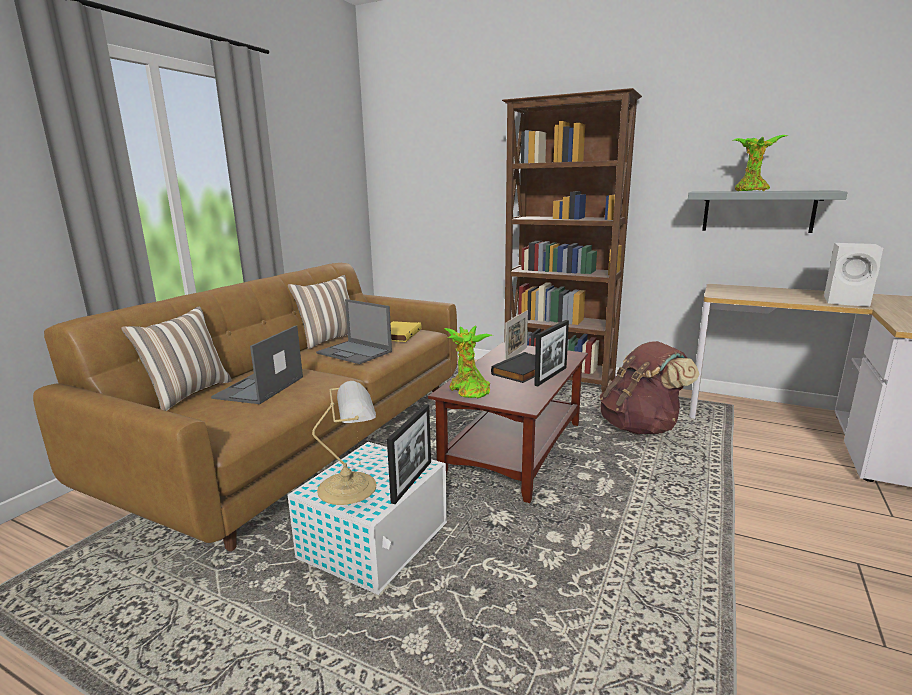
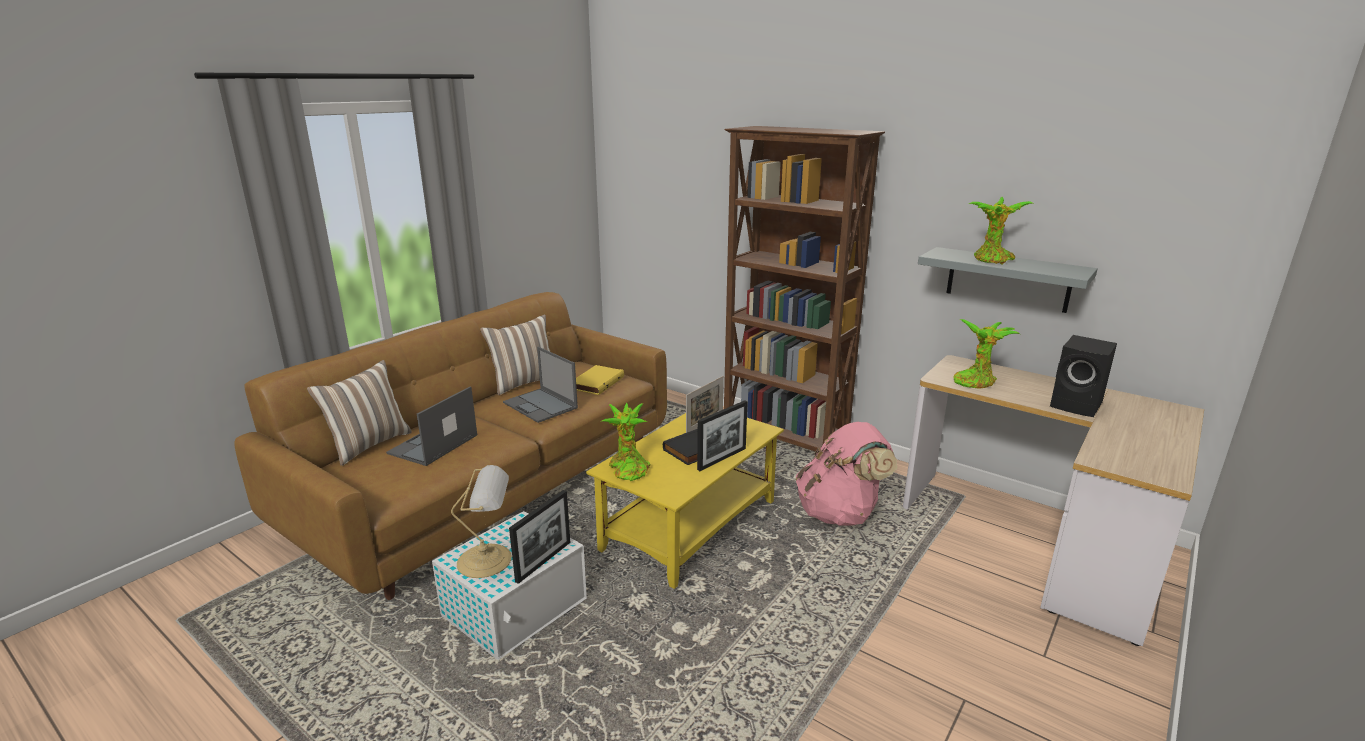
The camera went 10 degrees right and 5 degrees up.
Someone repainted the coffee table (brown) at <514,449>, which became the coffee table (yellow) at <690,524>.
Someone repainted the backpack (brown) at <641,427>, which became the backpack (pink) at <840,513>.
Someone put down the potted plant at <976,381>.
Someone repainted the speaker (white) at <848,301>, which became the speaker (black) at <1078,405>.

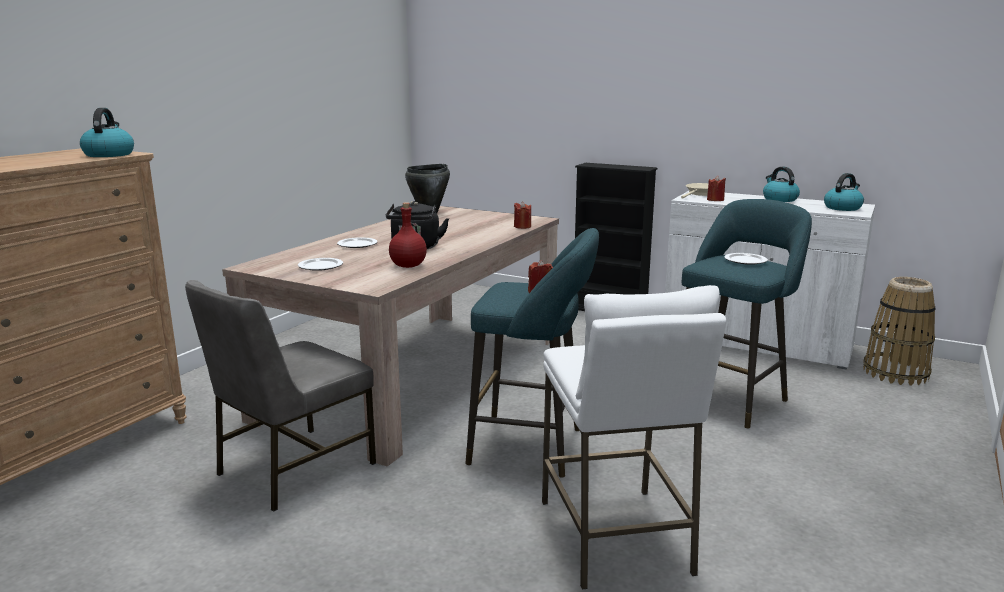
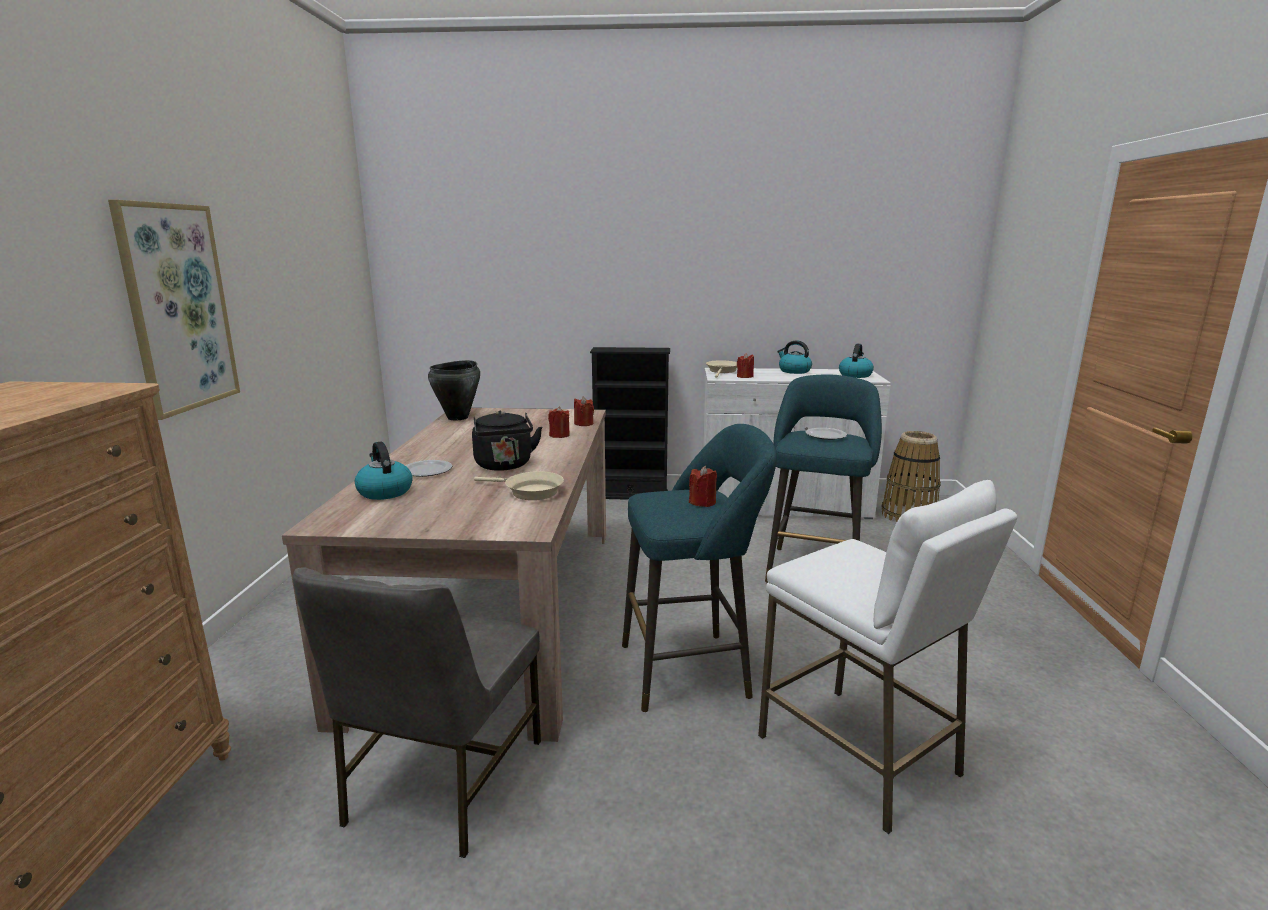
The camera went 25 degrees left and 0 degrees up.
Someone put up the picture at <178,308>.
Someone carried the kettle from <109,154> to <384,491>.
Someone swapped the bottle (red) at <408,266> for the frying pan (beige) at <529,492>.
Someone put down the candle (red) at <559,435>.
Someone took away the plate at <320,266>.

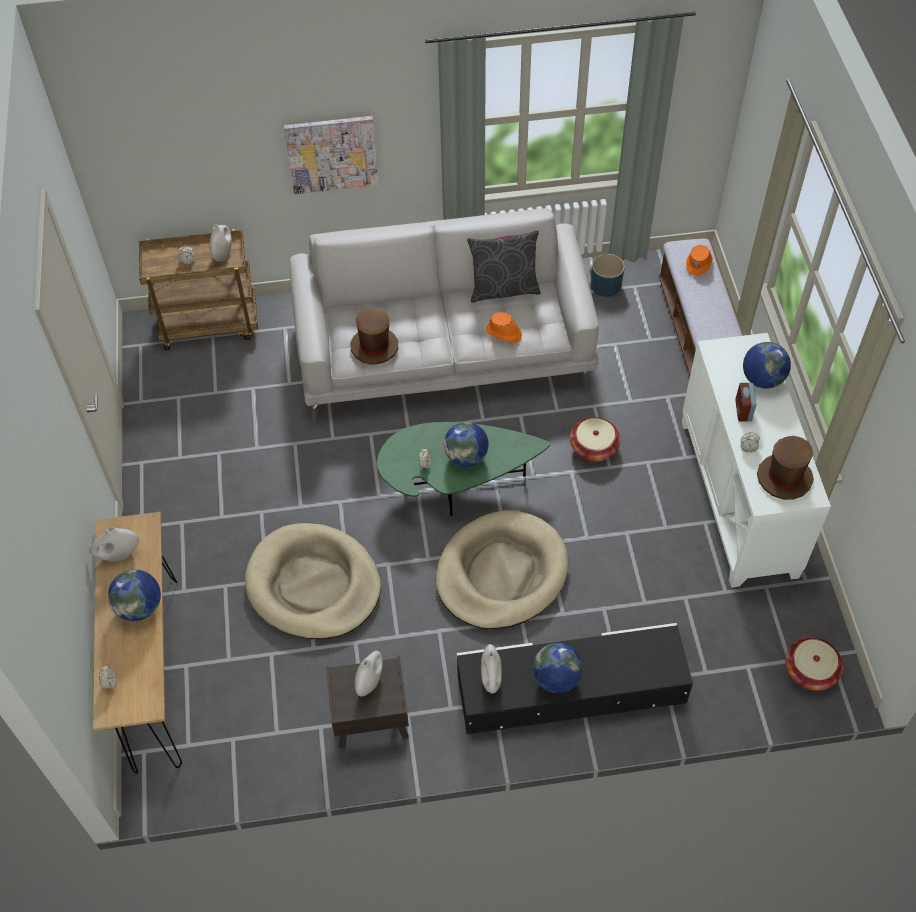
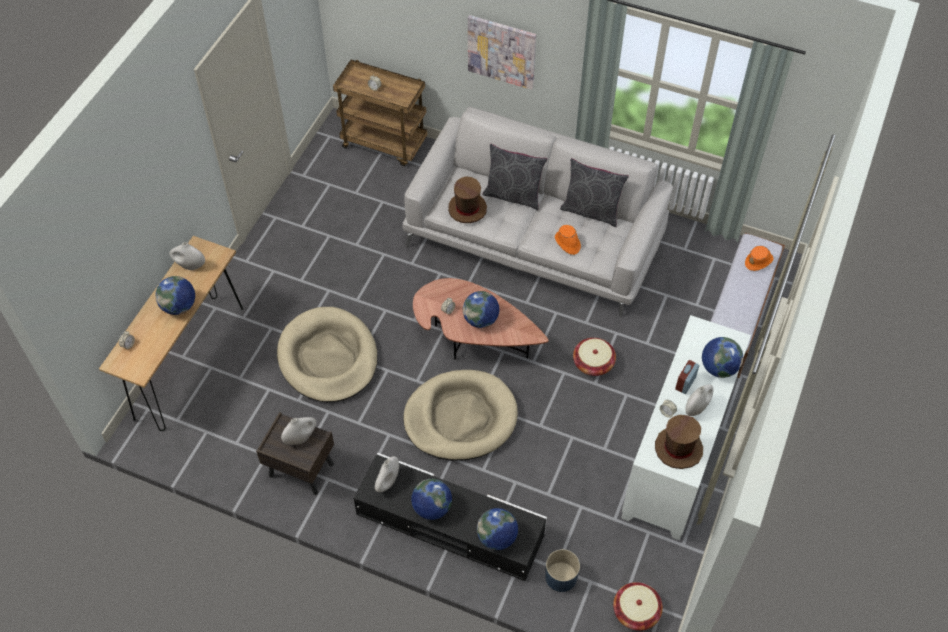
The camera went 30 degrees right and 0 degrees up.
Someone repainted the coffee table (green) at <454,483>, which became the coffee table (brown) at <473,338>.
Someone put down the globe at <497,537>.
Someone put down the pillow (grey) at <513,195>.
Someone carried the planter (blue) from <606,285> to <561,576>.
Someone carried the vase (white) from <223,254> to <696,408>.

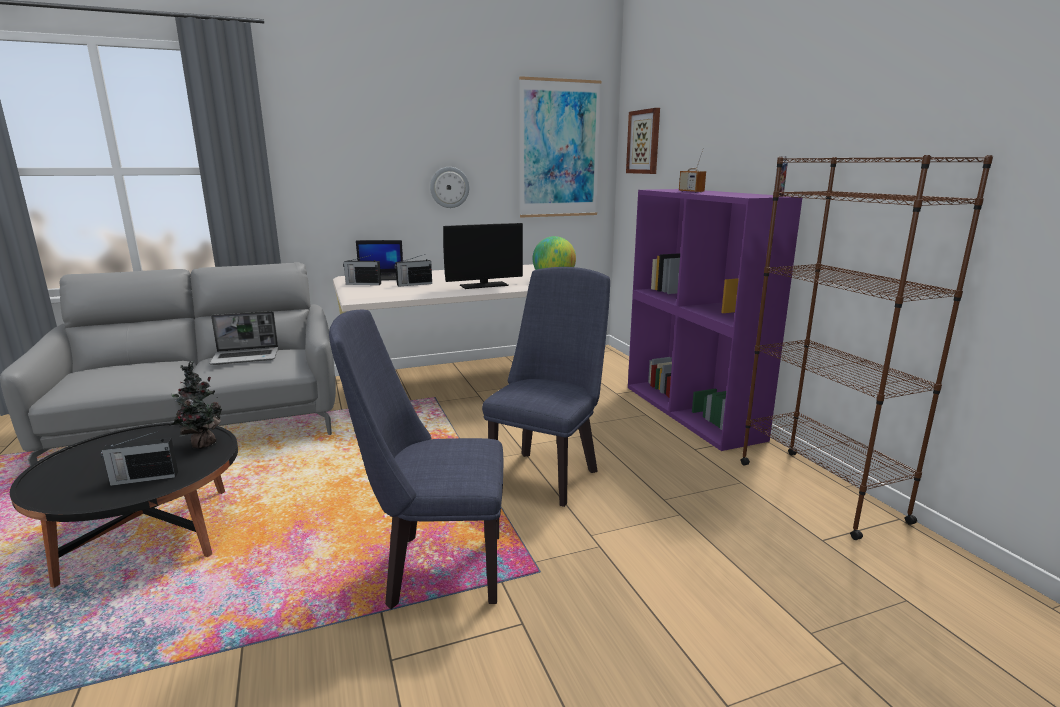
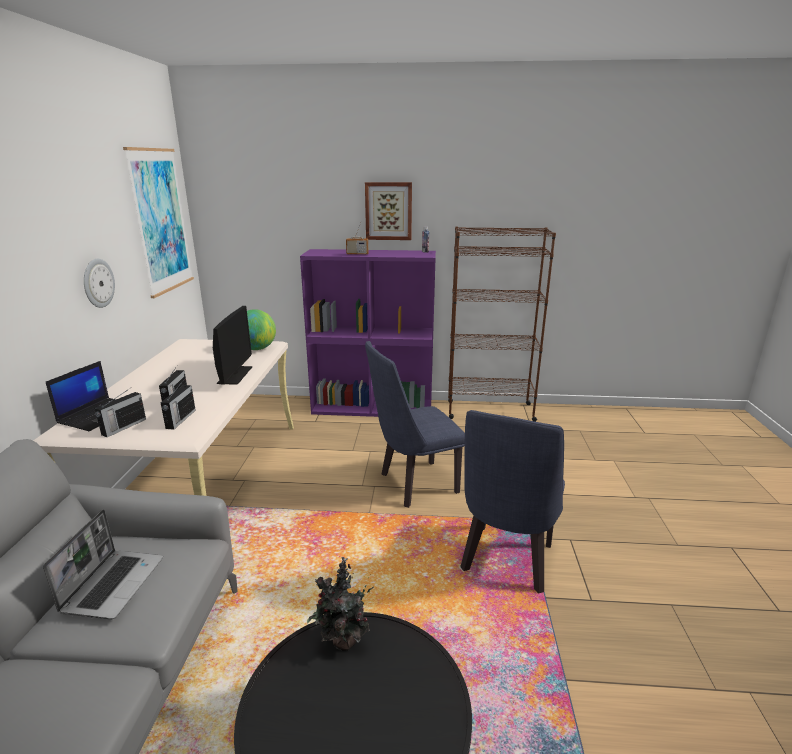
The camera went 65 degrees left and 5 degrees up.
Someone carried the radio from <143,478> to <180,419>.
Someone carried the picture from <644,142> to <388,211>.
Someone rotated the chair (blue) at <547,473> by 75 degrees counterclockwise.

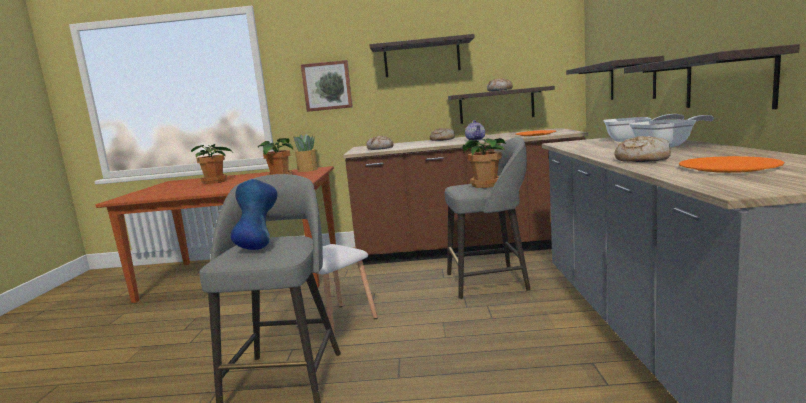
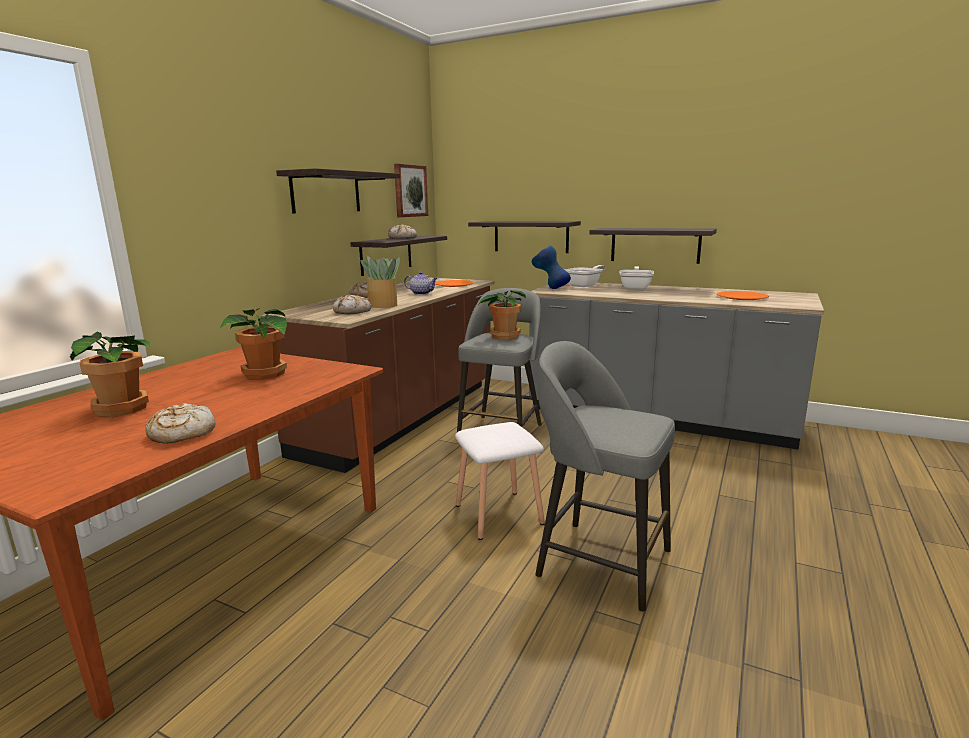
The camera went 65 degrees left and 5 degrees up.
Someone carried the bread from <641,159> to <181,434>.
Someone carried the potted plant from <307,170> to <383,305>.
Someone carried the picture from <327,86> to <410,191>.
Someone carried the vase (blue) from <259,247> to <550,288>.

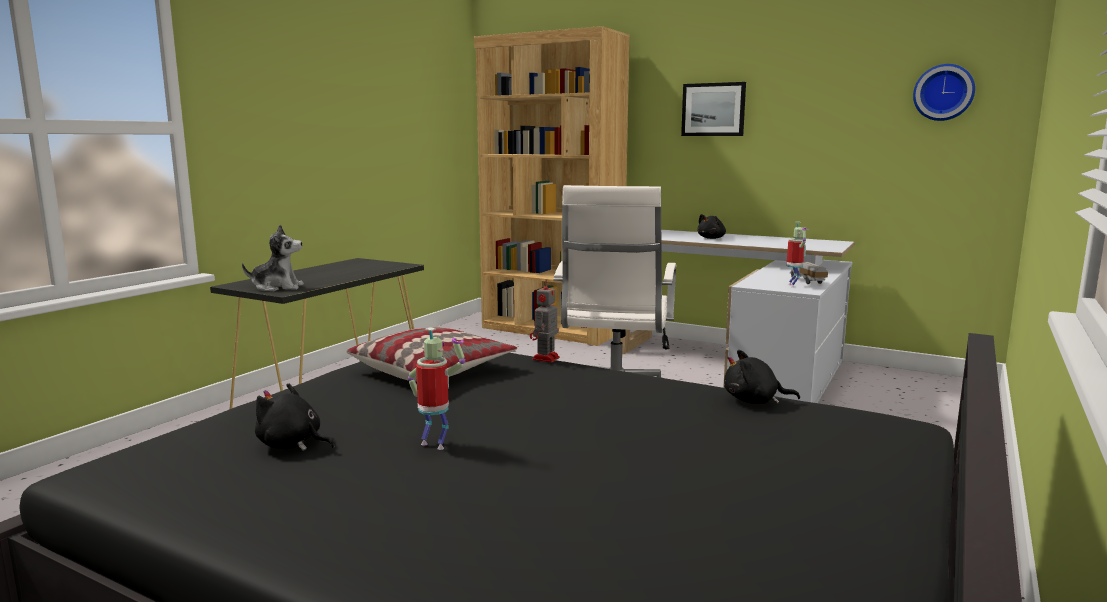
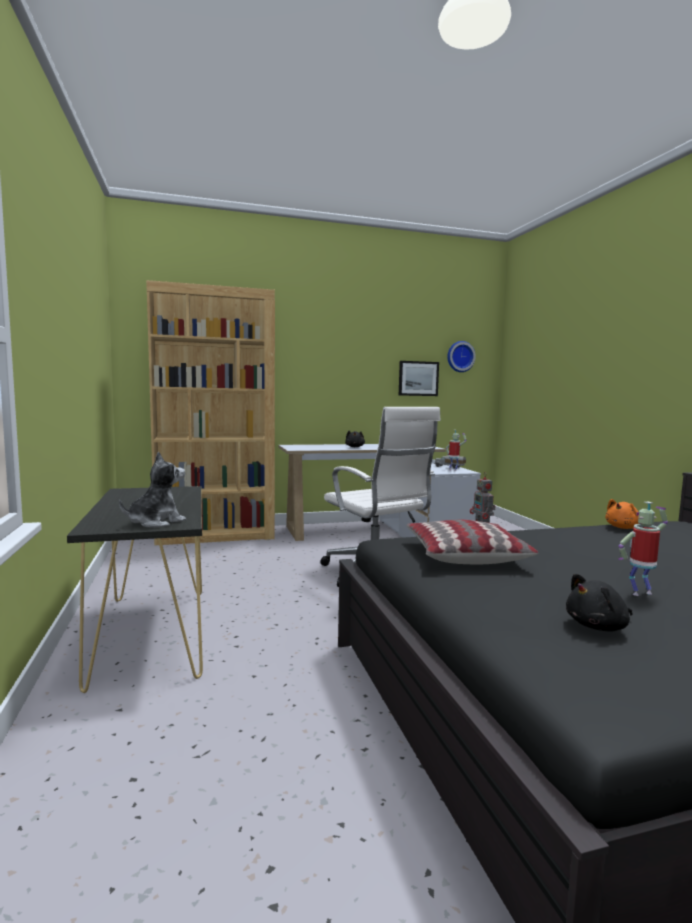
The camera went 45 degrees left and 5 degrees down.
Someone carried the picture from <713,109> to <418,378>.
Someone repainted the plush toy (black) at <754,401>, which became the plush toy (orange) at <624,528>.

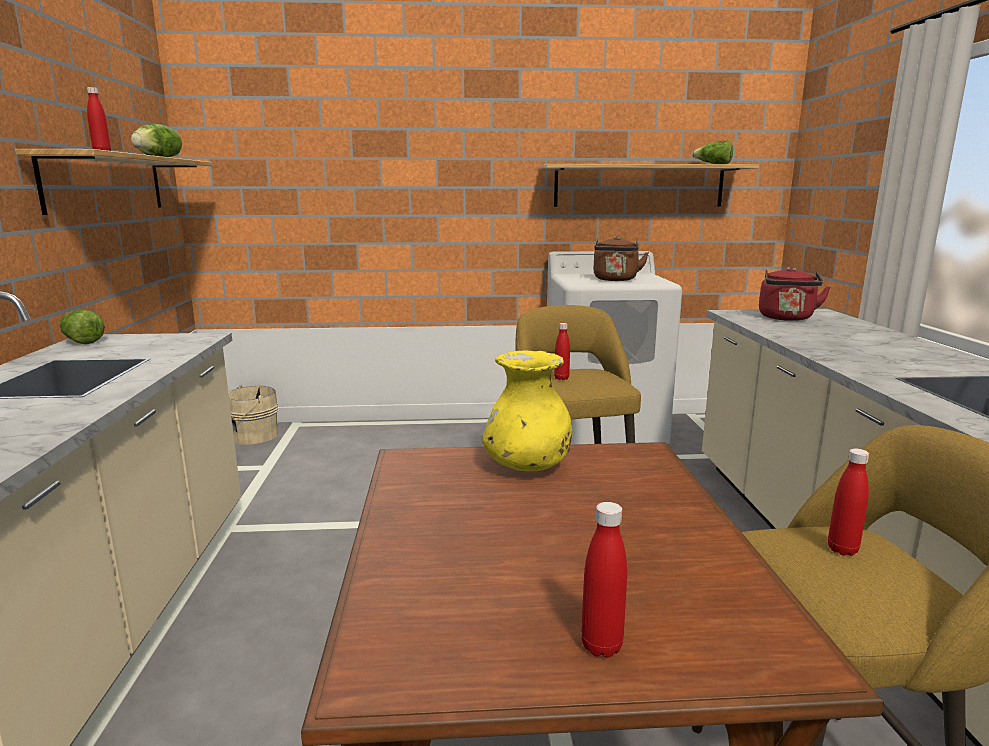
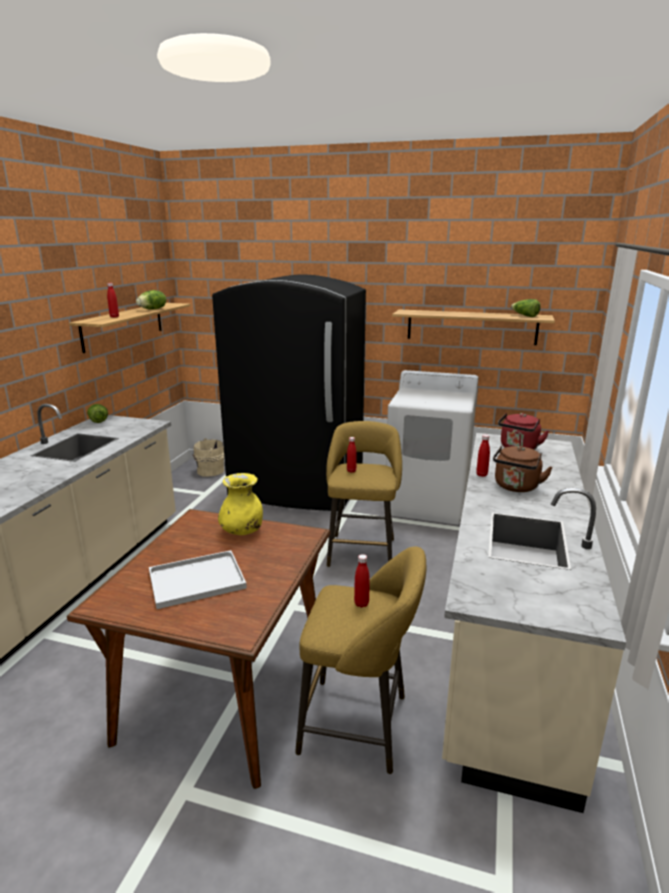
The camera went 20 degrees right and 5 degrees up.
Someone put down the tray (white) at <198,579>.
Someone put down the fridge (black) at <296,489>.
Someone carried the bottle (red) from <601,646> to <481,475>.
Someone carried the kettle (brown) from <615,280> to <516,487>.

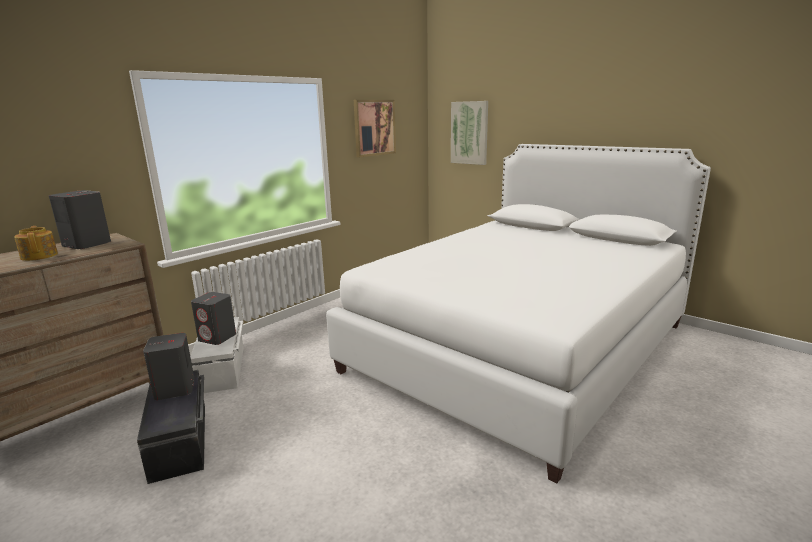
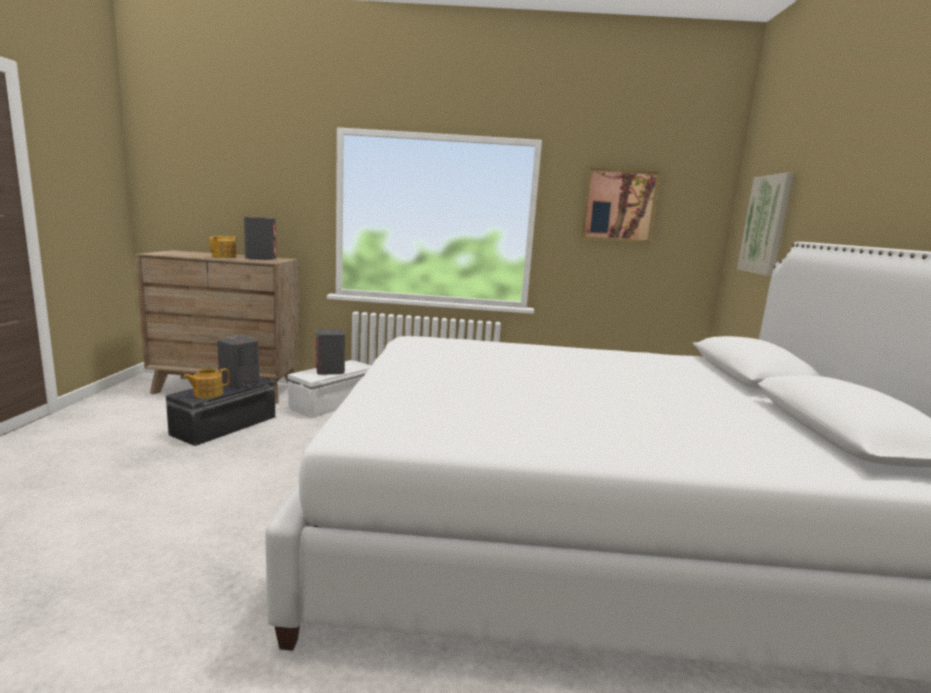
The camera went 50 degrees right and 5 degrees down.
Someone put down the teapot at <207,394>.

